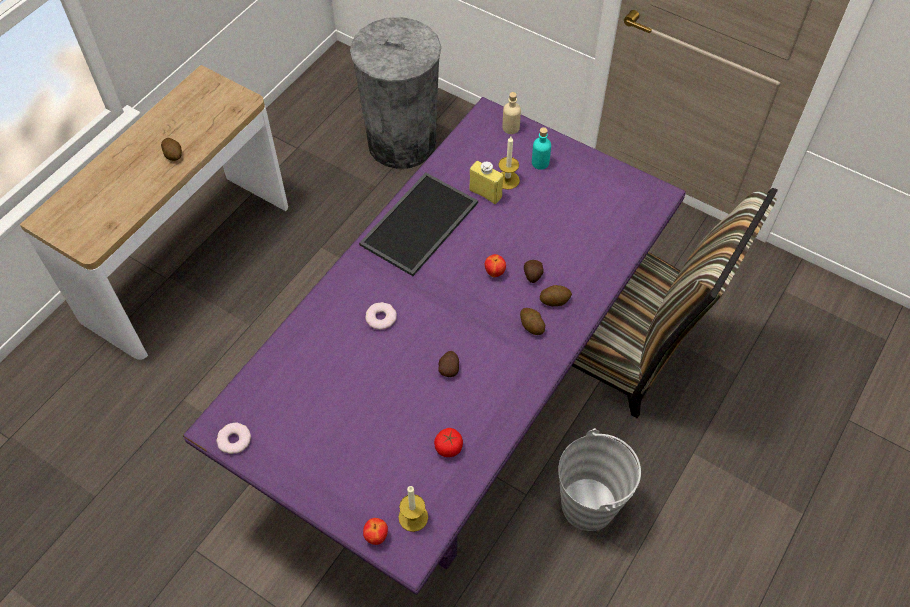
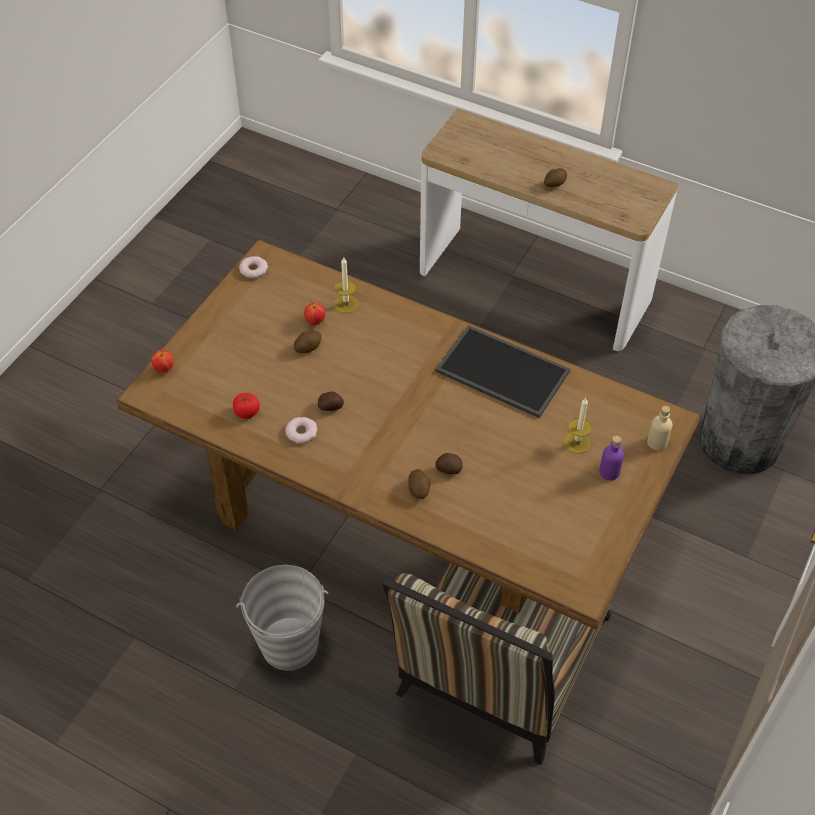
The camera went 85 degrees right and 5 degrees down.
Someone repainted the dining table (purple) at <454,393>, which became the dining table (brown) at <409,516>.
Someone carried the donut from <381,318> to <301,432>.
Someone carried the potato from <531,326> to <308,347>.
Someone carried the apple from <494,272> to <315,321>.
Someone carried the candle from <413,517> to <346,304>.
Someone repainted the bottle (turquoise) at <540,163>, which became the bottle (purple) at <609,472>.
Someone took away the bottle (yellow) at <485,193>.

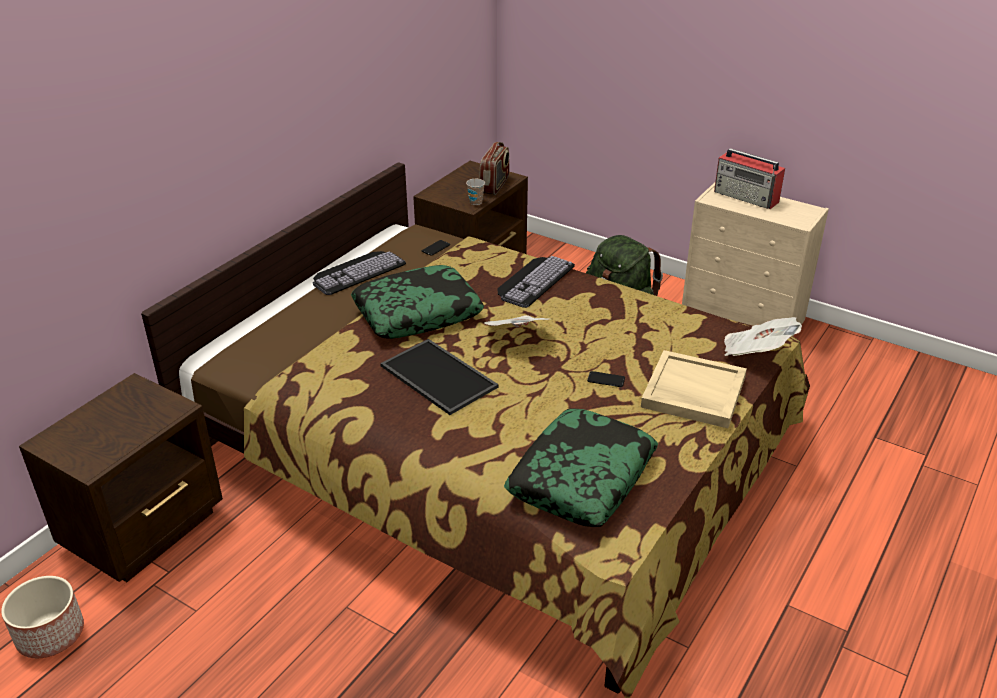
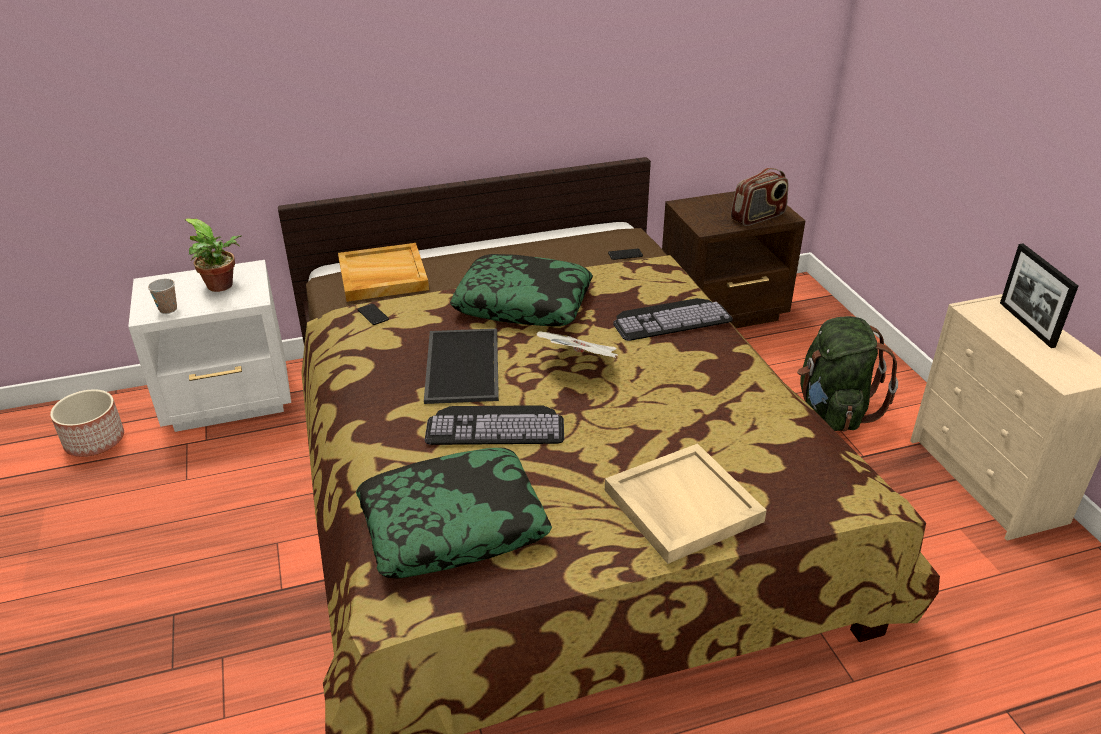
The camera went 40 degrees right and 0 degrees up.
Someone repainted the nightstand (brown) at <146,529>, which became the nightstand (white) at <230,400>.
Someone carried the cup from <475,202> to <168,309>.
Someone put down the potted plant at <222,286>.
Someone put down the tray (beige) at <382,276>.
Someone carried the phone from <606,380> to <373,315>.
Someone carried the keyboard from <357,271> to <496,425>.
Someone swapped the radio at <746,197> for the picture frame at <1026,324>.
Someone took away the newspaper at <756,352>.

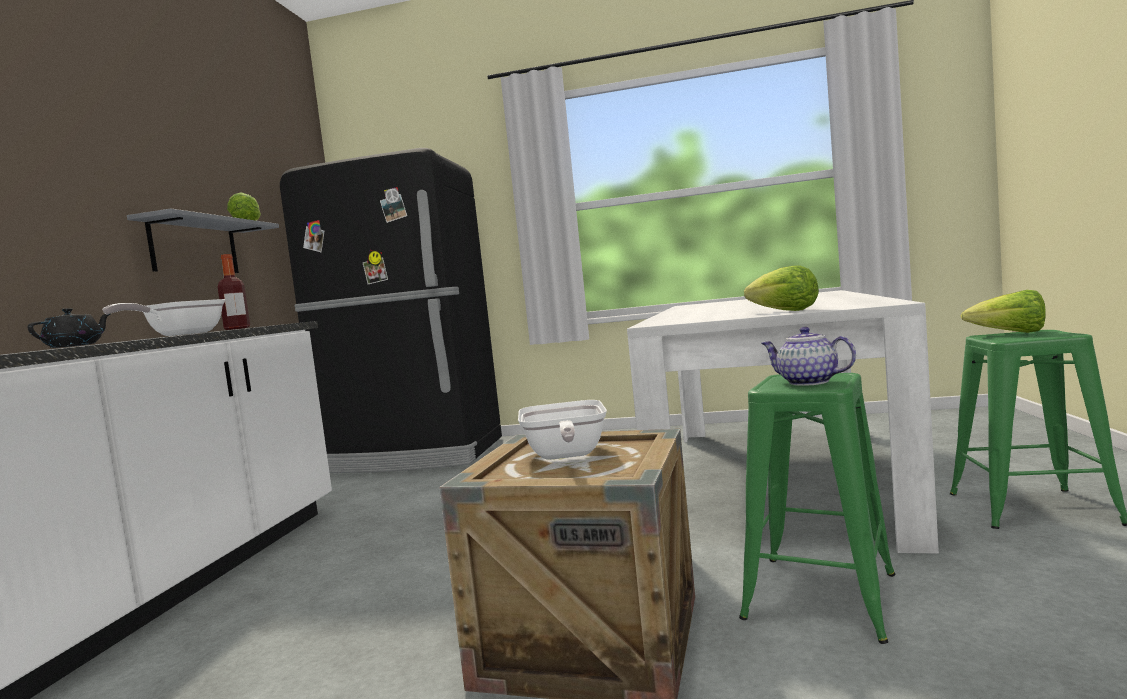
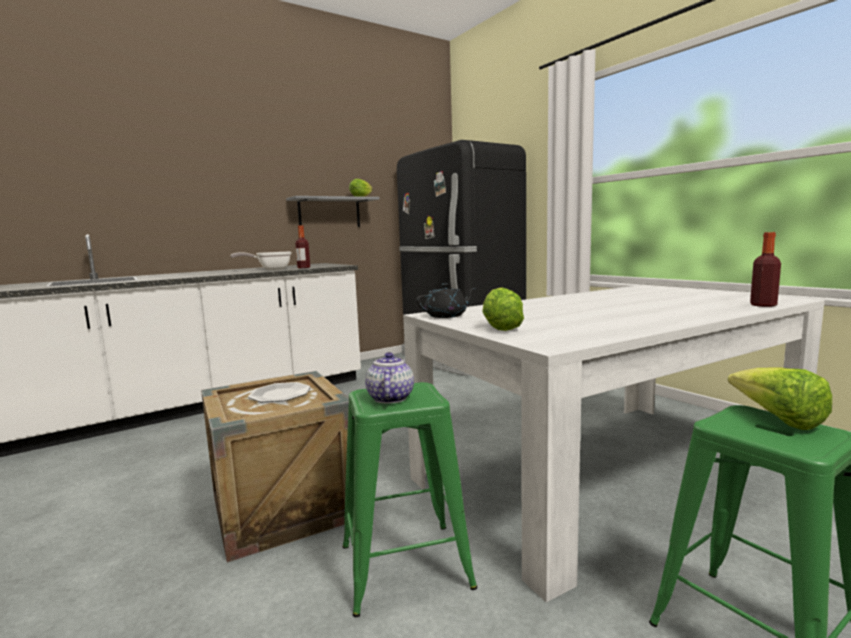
The camera went 45 degrees right and 5 degrees up.
Someone swapped the frying pan at <565,456> for the plate at <280,394>.
Someone carried the teapot (black) from <75,346> to <447,316>.
Someone put down the bottle at <763,305>.

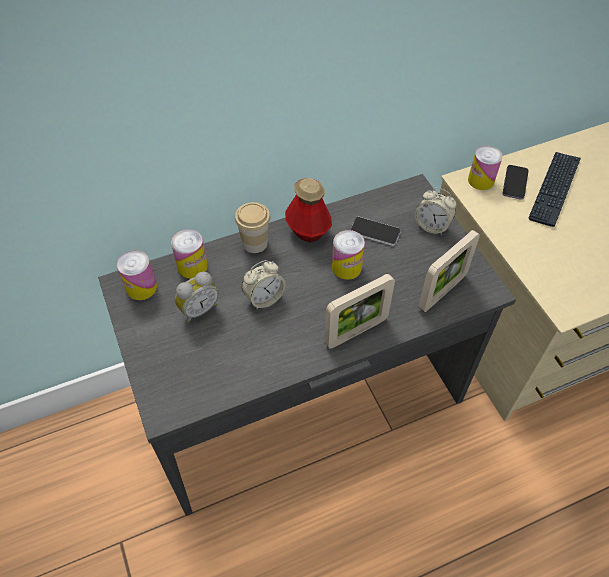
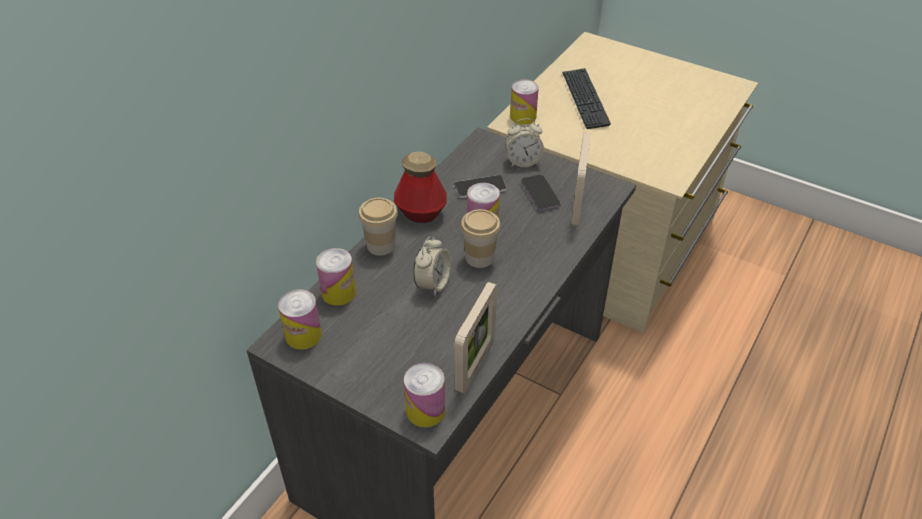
The camera went 35 degrees left and 10 degrees down.
Someone put down the can at <425,410>.
Someone carried the picture frame from <356,331> to <475,364>.
Someone put down the cup at <479,257>.
Someone carried the phone from <515,183> to <540,194>.
Someone took away the alarm clock at <198,309>.

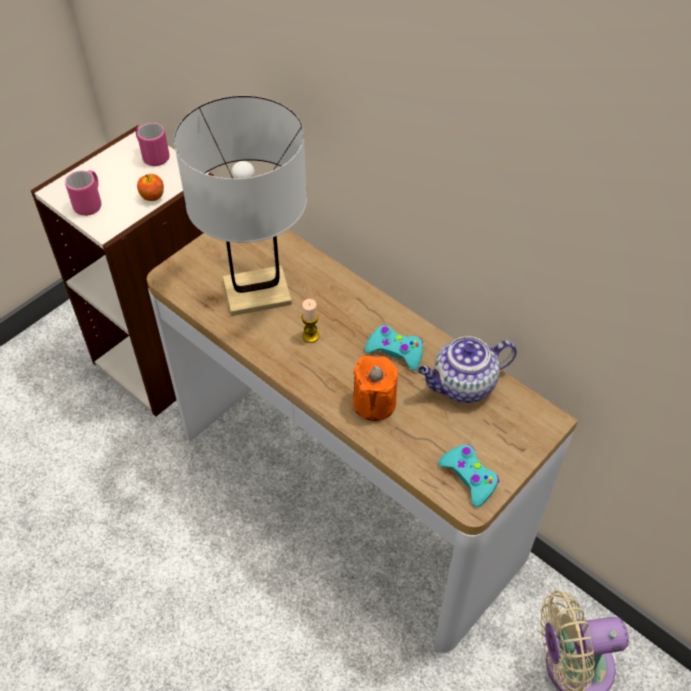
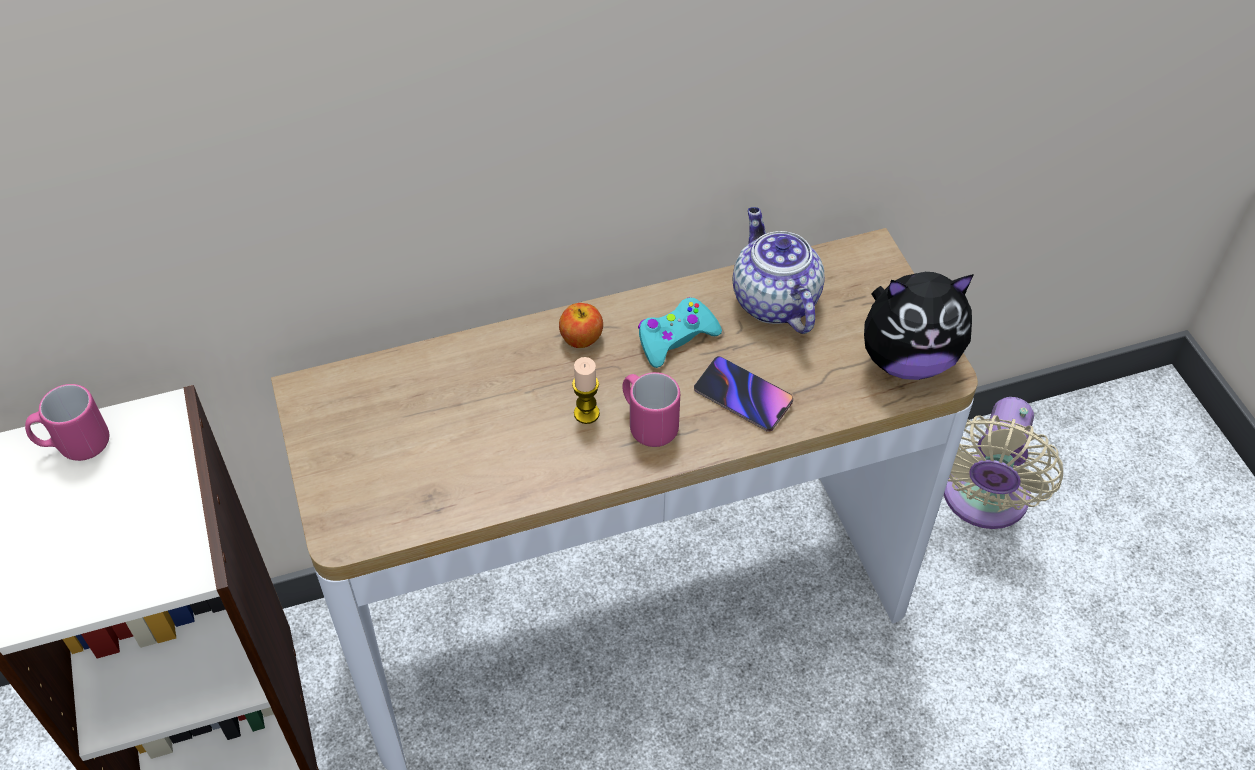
The camera went 60 degrees left and 0 degrees up.
Someone carried the apple from <152,196> to <581,338>.
Someone carried the mug (pink) from <90,203> to <647,424>.
Someone swapped the candle (orange) at <374,403> for the phone at <743,397>.
Someone rotated the teapot at <462,386> by 150 degrees clockwise.
Someone swapped the game controller (turquoise) at <469,477> for the plush toy at <907,359>.
Someone took away the table lamp (white) at <257,292>.

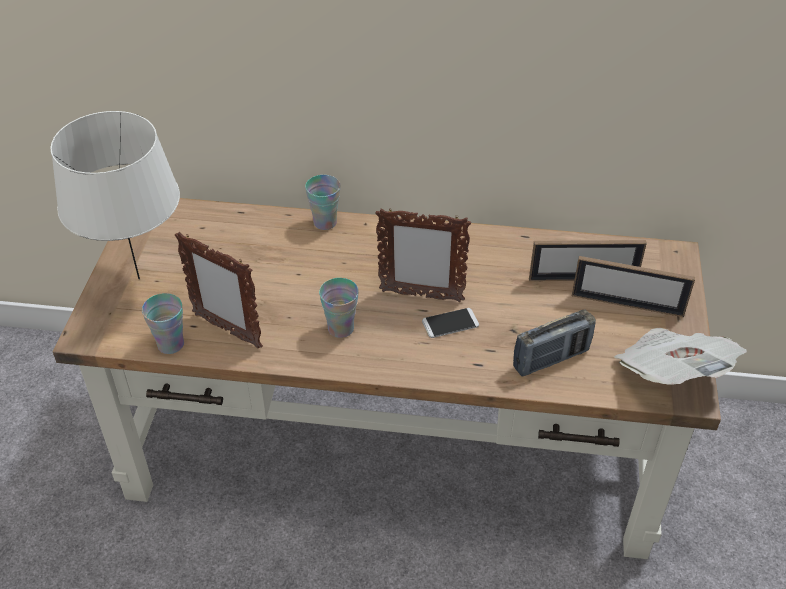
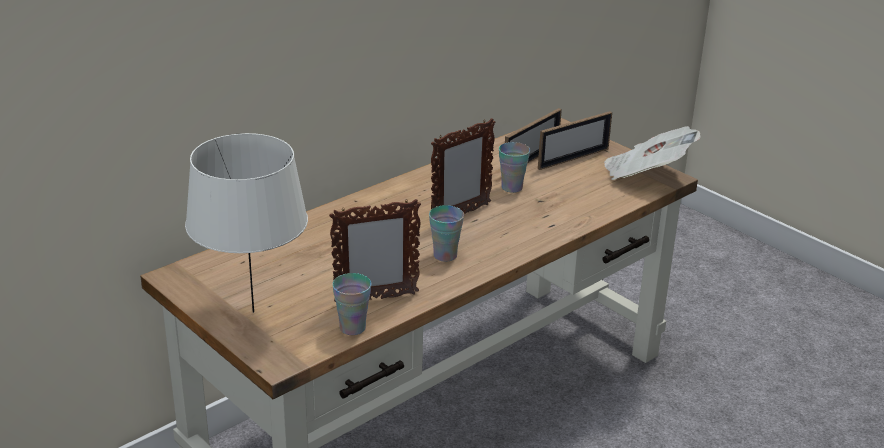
The camera went 50 degrees left and 15 degrees down.
Someone carried the cup from <325,222> to <512,188>.
Someone took away the phone at <450,323>.
Someone took away the radio at <551,359>.

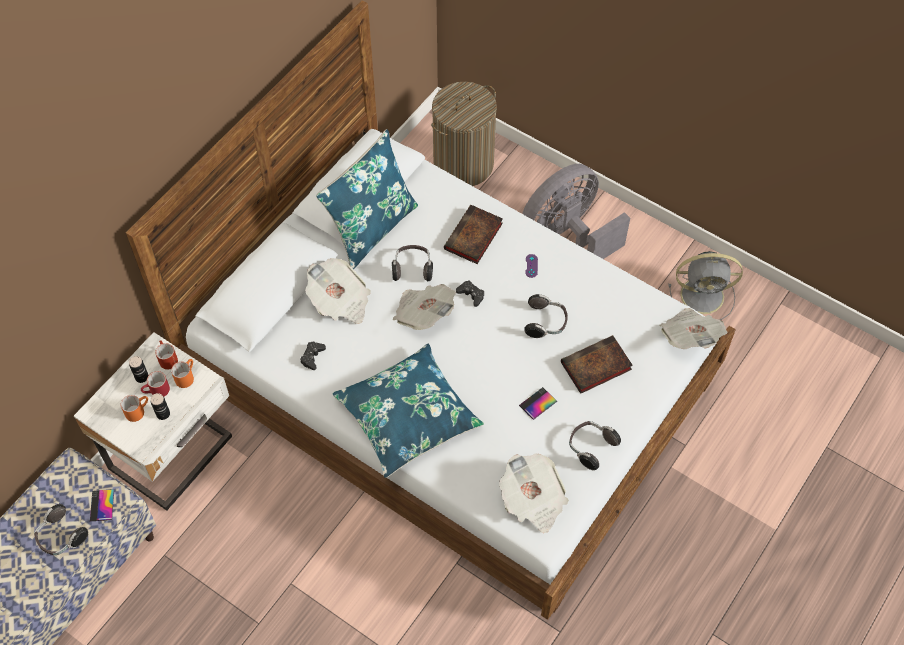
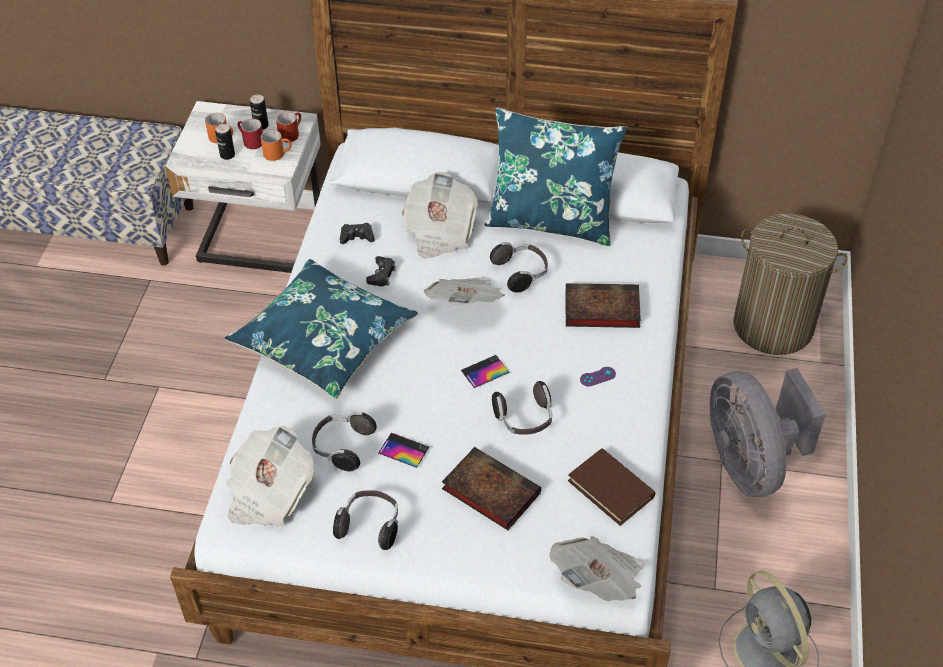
The camera went 65 degrees right and 10 degrees down.
Someone carried the headphones from <61,537> to <342,447>.
Someone carried the game controller (black) from <471,295> to <382,275>.
Someone carried the phone from <102,505> to <485,371>.
Someone put down the book (brown) at <611,489>.
Someone rotated the fan (grey) at <567,235> by 135 degrees counterclockwise.

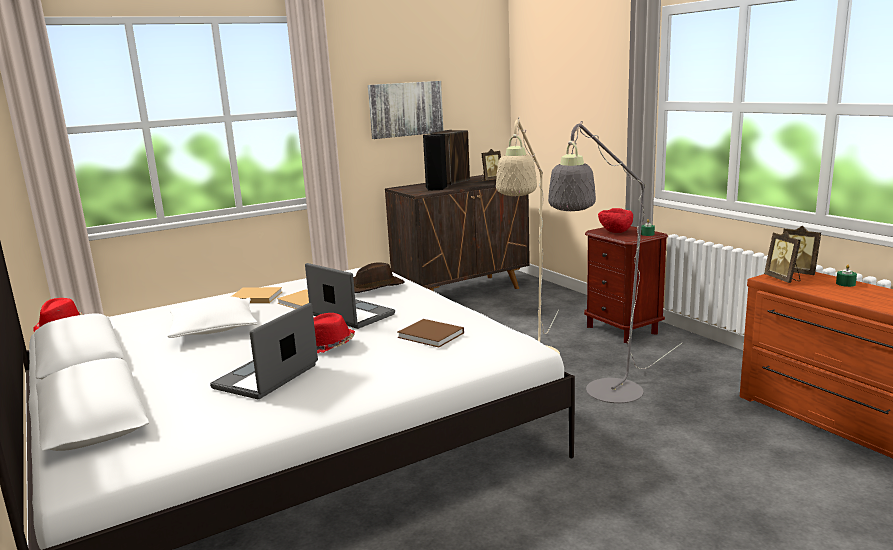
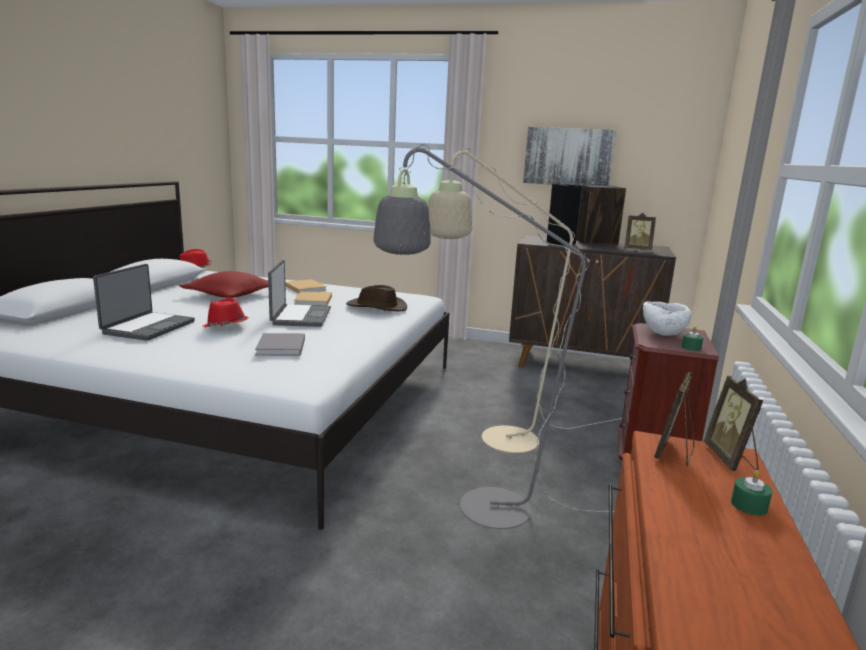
The camera went 45 degrees right and 0 degrees up.
Someone rotated the laptop at <267,377> by 120 degrees clockwise.
Someone repainted the pillow (white) at <214,328>, which became the pillow (red) at <230,295>.
Someone repainted the book (brown) at <432,335>, which became the book (grey) at <281,347>.
Someone repainted the bowl (red) at <615,232>, which became the bowl (white) at <662,333>.

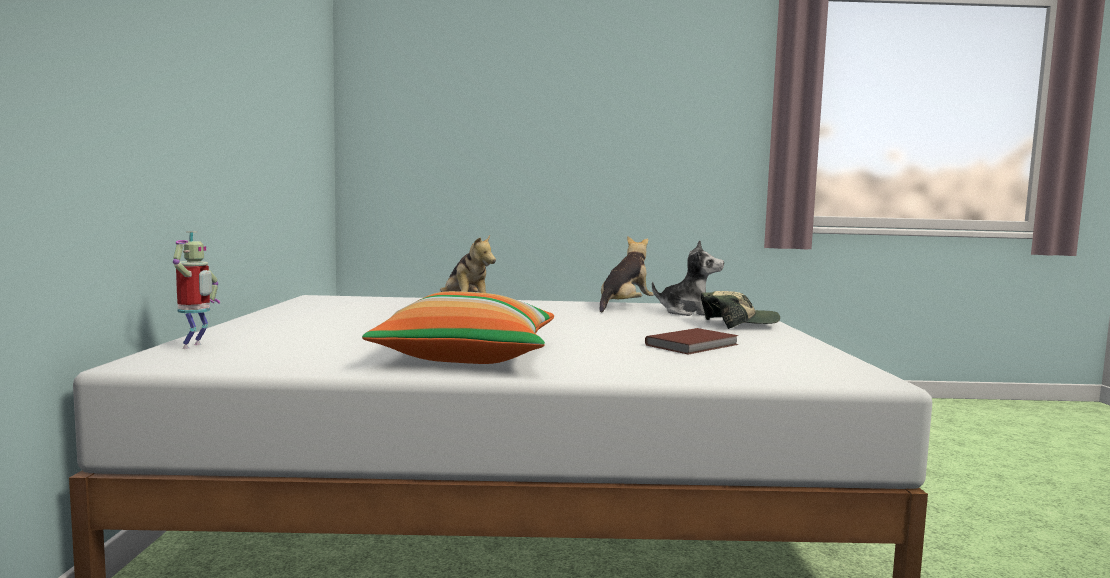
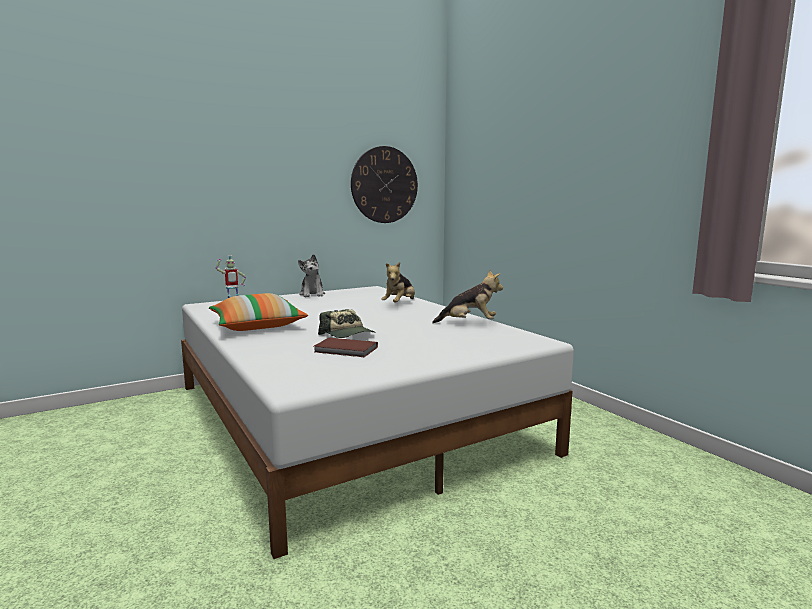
The camera went 60 degrees right and 5 degrees up.
Someone carried the plush toy from <688,313> to <312,294>.
Someone carried the cap from <738,324> to <348,335>.
Someone put up the wall clock at <384,185>.

